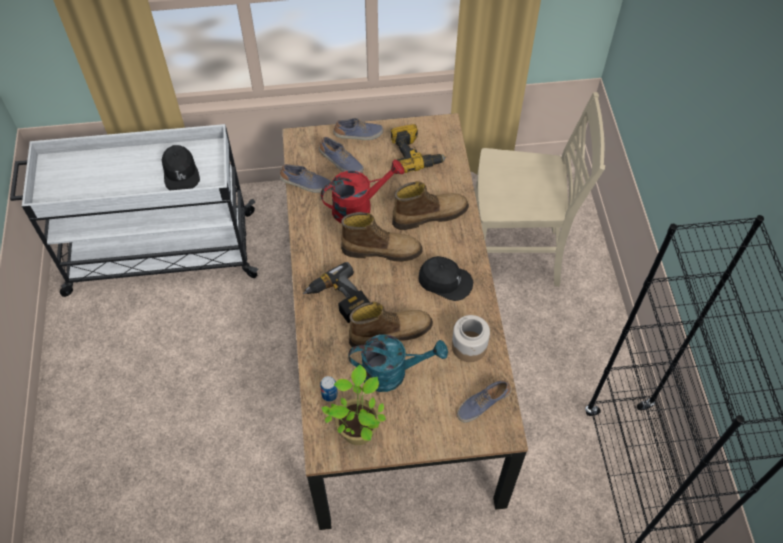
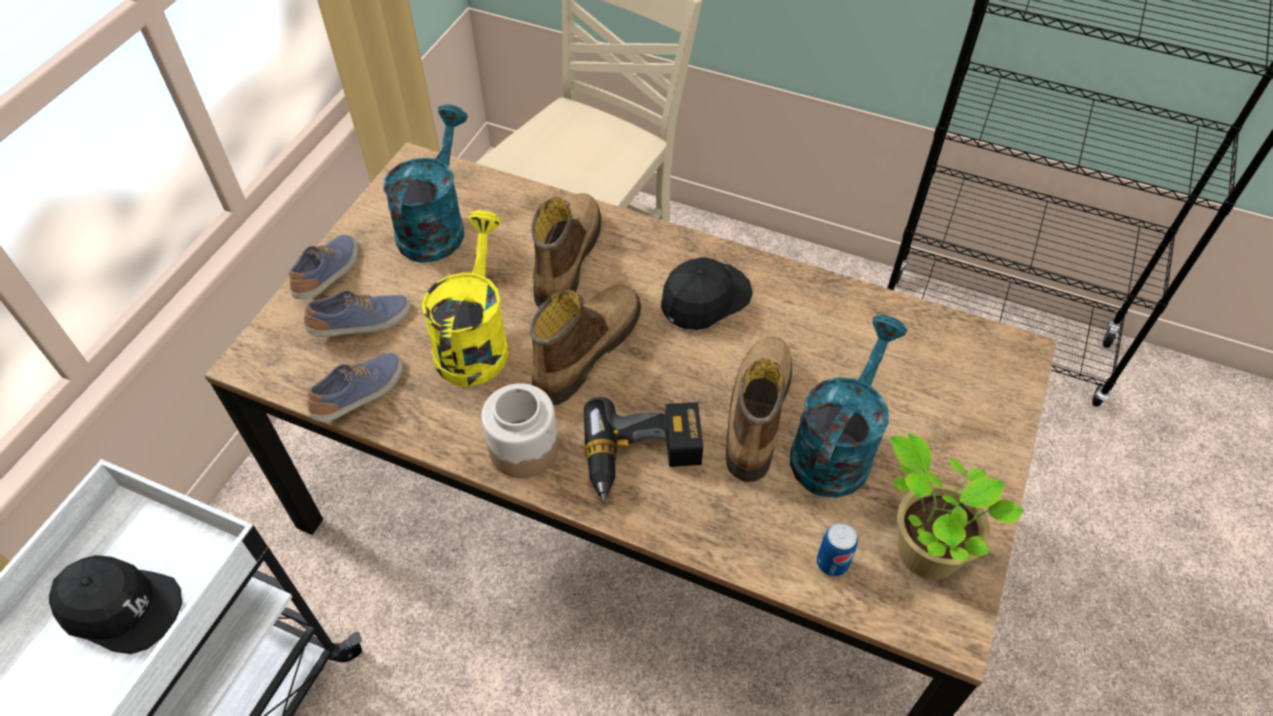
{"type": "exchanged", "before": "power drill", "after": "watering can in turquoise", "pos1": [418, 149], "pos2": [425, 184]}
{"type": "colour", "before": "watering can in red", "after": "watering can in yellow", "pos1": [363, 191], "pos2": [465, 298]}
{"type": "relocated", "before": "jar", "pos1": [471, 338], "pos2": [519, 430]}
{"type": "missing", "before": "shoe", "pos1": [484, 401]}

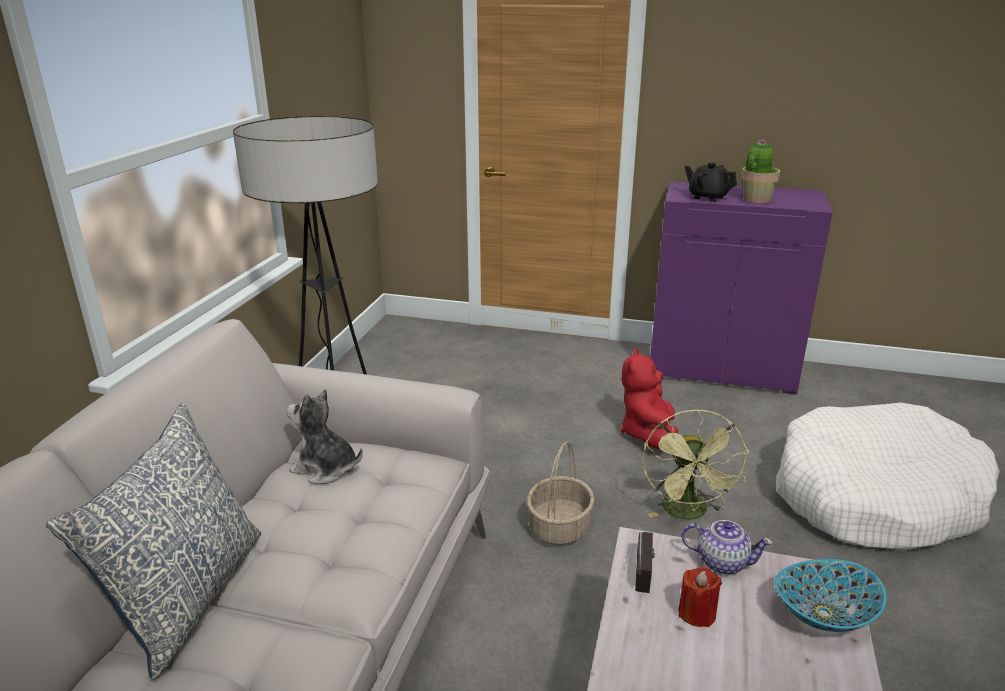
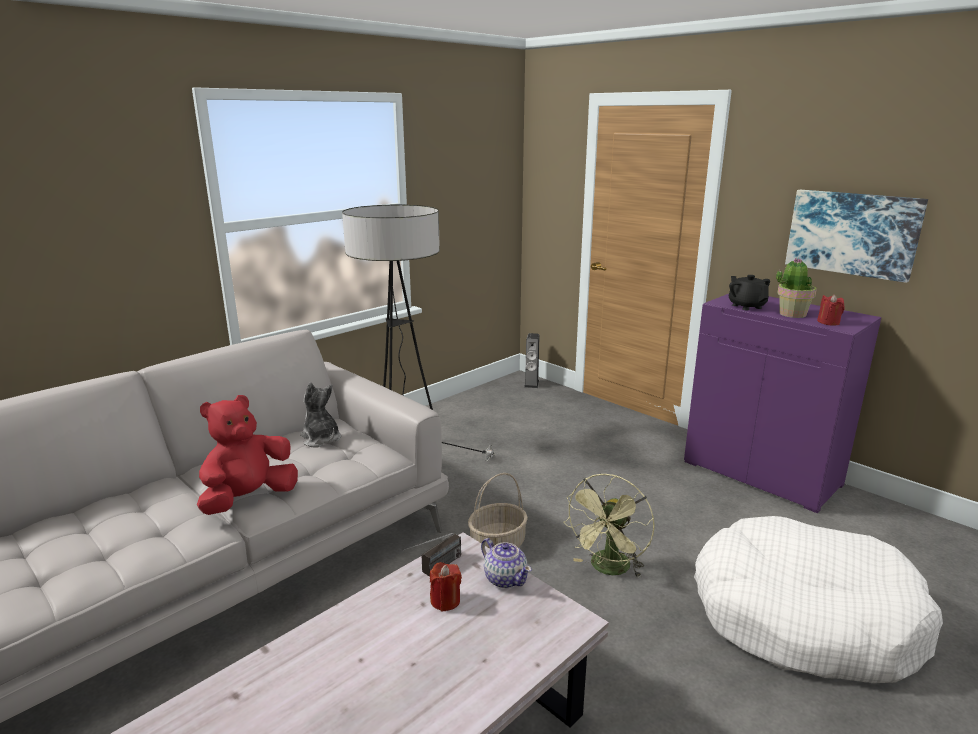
{"type": "relocated", "before": "plush toy in red", "pos1": [649, 399], "pos2": [247, 455]}
{"type": "missing", "before": "pillow", "pos1": [153, 542]}
{"type": "missing", "before": "bowl", "pos1": [830, 595]}
{"type": "appeared", "after": "picture", "pos2": [856, 236]}
{"type": "appeared", "after": "candle in red", "pos2": [831, 310]}
{"type": "appeared", "after": "speaker", "pos2": [532, 360]}

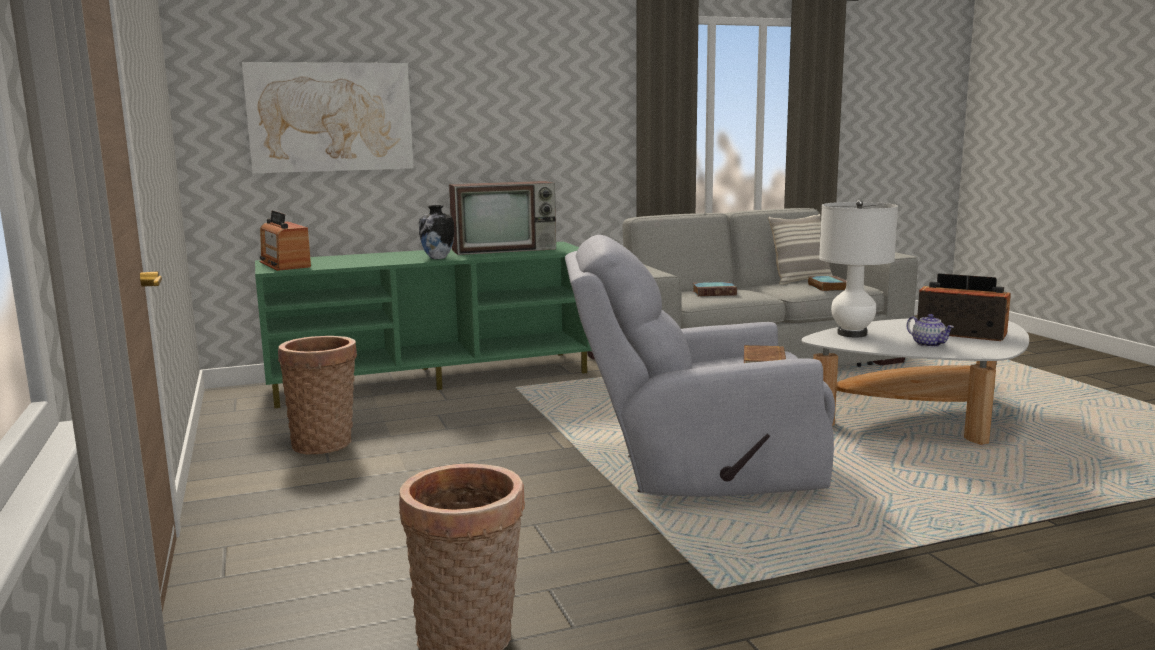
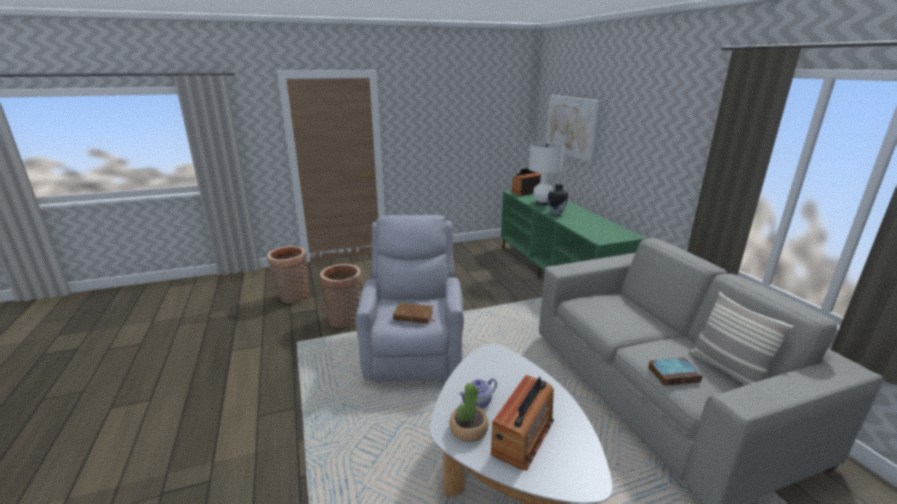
{"type": "missing", "before": "television", "pos1": [502, 218]}
{"type": "relocated", "before": "table lamp in white", "pos1": [858, 268], "pos2": [546, 173]}
{"type": "missing", "before": "book", "pos1": [715, 289]}
{"type": "relocated", "before": "basket", "pos1": [317, 395], "pos2": [340, 296]}
{"type": "appeared", "after": "potted plant", "pos2": [469, 412]}

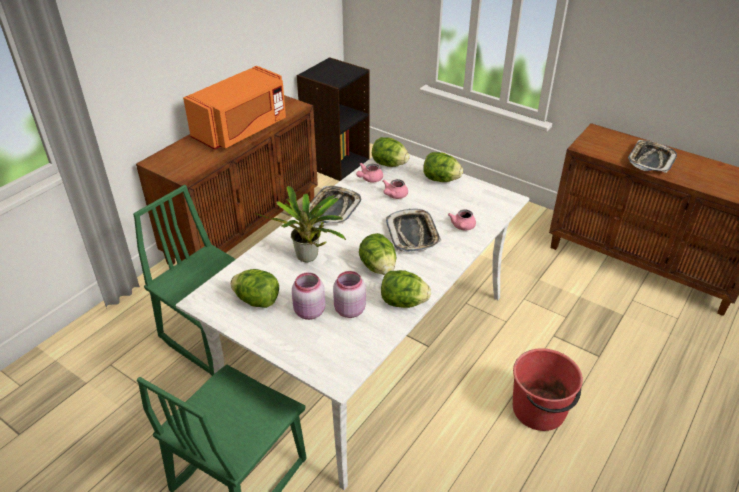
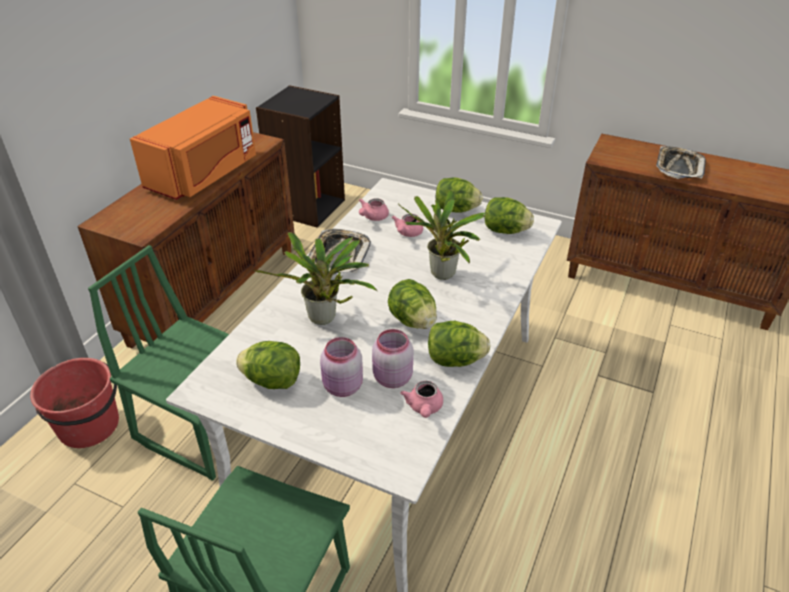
{"type": "relocated", "before": "lettuce", "pos1": [391, 152], "pos2": [509, 215]}
{"type": "exchanged", "before": "tray", "after": "potted plant", "pos1": [413, 230], "pos2": [442, 234]}
{"type": "relocated", "before": "teapot in pink", "pos1": [462, 219], "pos2": [421, 399]}
{"type": "relocated", "before": "bucket in red", "pos1": [548, 389], "pos2": [74, 403]}

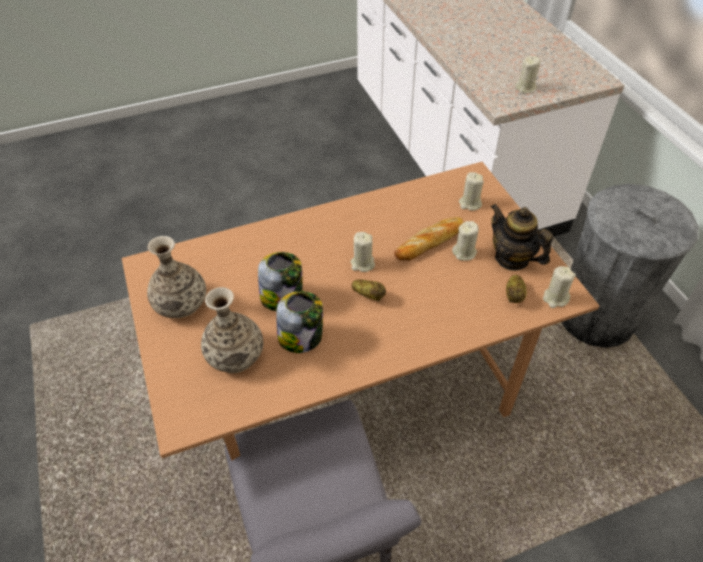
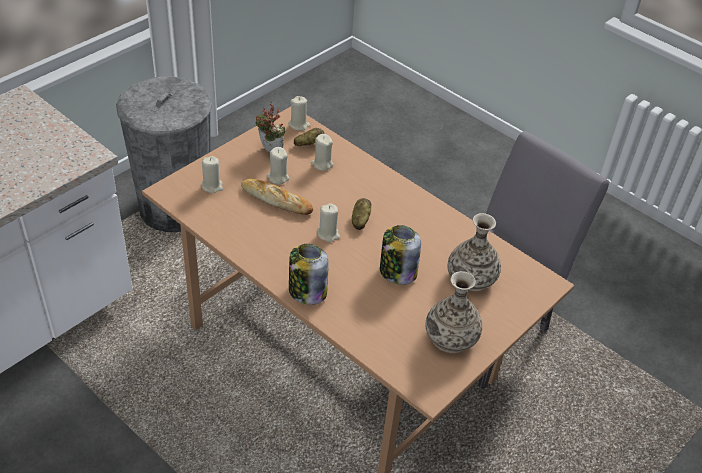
{"type": "relocated", "before": "candle in beige", "pos1": [527, 74], "pos2": [322, 152]}
{"type": "exchanged", "before": "teapot", "after": "potted plant", "pos1": [522, 237], "pos2": [270, 126]}
{"type": "relocated", "before": "jar", "pos1": [299, 322], "pos2": [309, 274]}

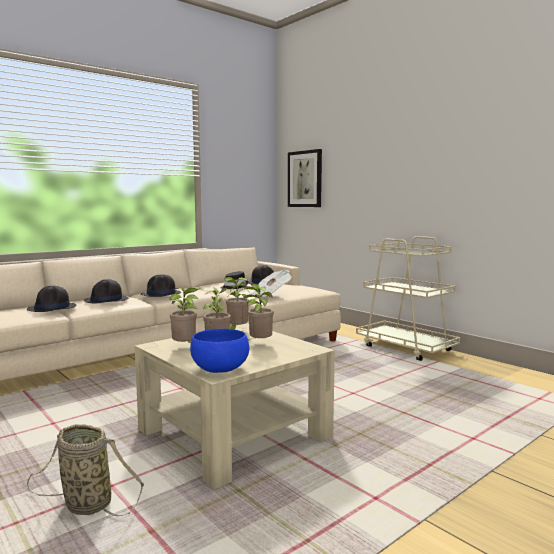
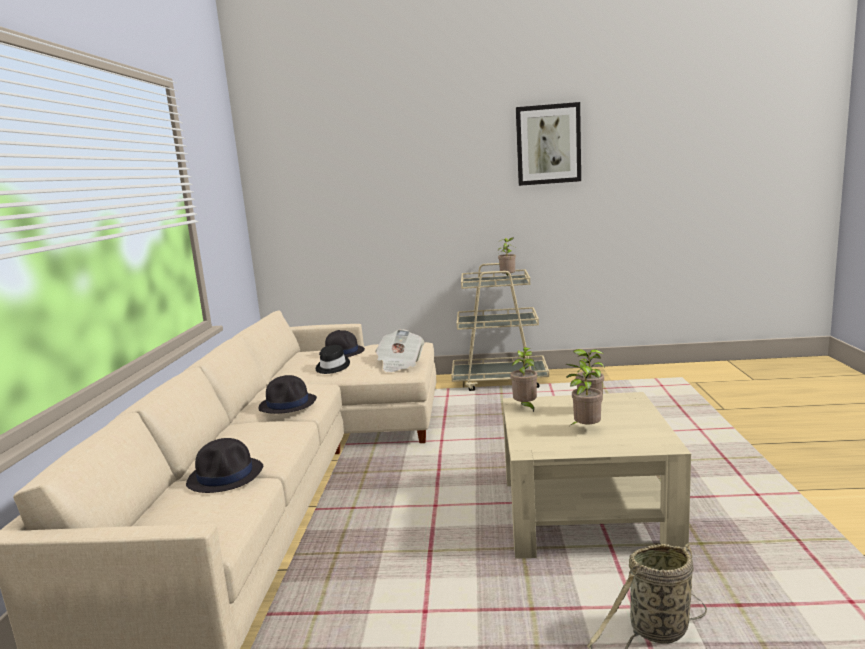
{"type": "relocated", "before": "picture", "pos1": [305, 178], "pos2": [548, 144]}
{"type": "missing", "before": "hat in black", "pos1": [106, 291]}
{"type": "relocated", "before": "potted plant", "pos1": [184, 314], "pos2": [507, 256]}
{"type": "missing", "before": "bowl in blue", "pos1": [219, 351]}

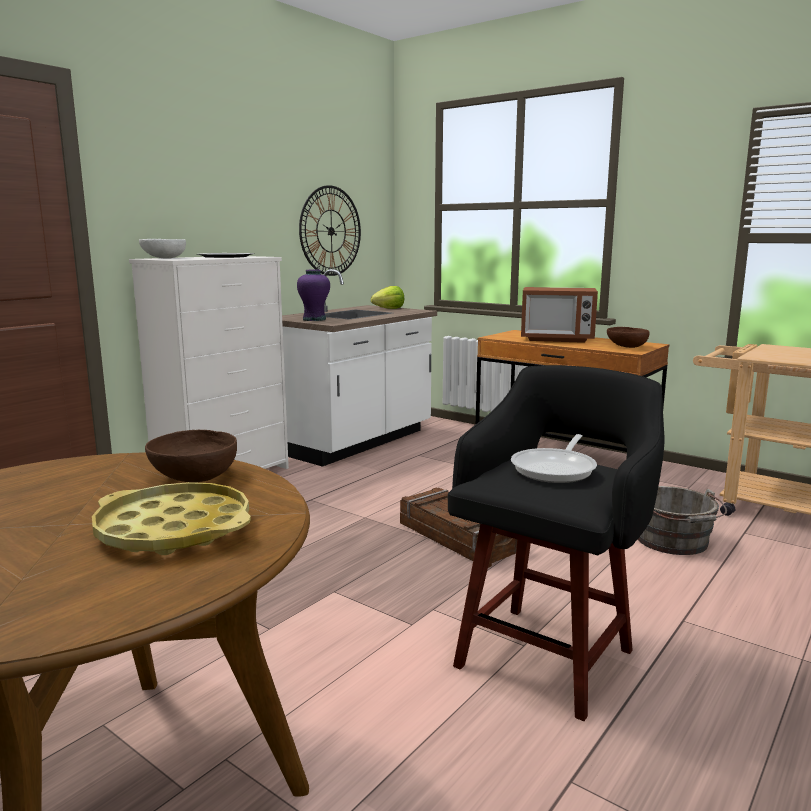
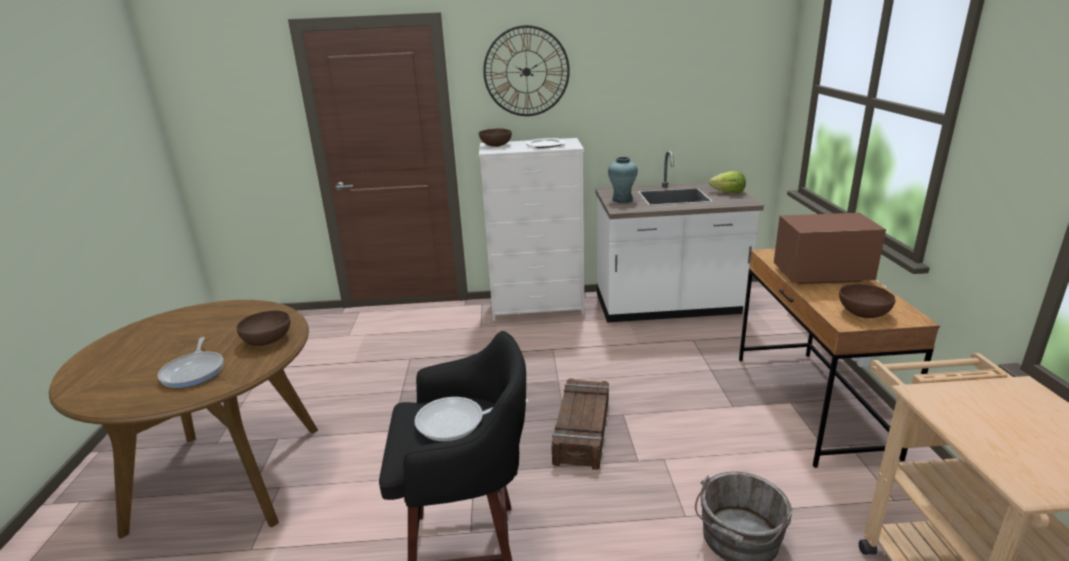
{"type": "relocated", "before": "wall clock", "pos1": [330, 230], "pos2": [526, 70]}
{"type": "colour", "before": "bowl in white", "after": "bowl in brown", "pos1": [162, 249], "pos2": [495, 137]}
{"type": "colour", "before": "vase in purple", "after": "vase in turquoise", "pos1": [313, 295], "pos2": [623, 179]}
{"type": "spun", "before": "microwave", "pos1": [559, 315], "pos2": [830, 248], "turn": 120}
{"type": "exchanged", "before": "tray in yellow", "after": "frying pan", "pos1": [171, 518], "pos2": [190, 362]}

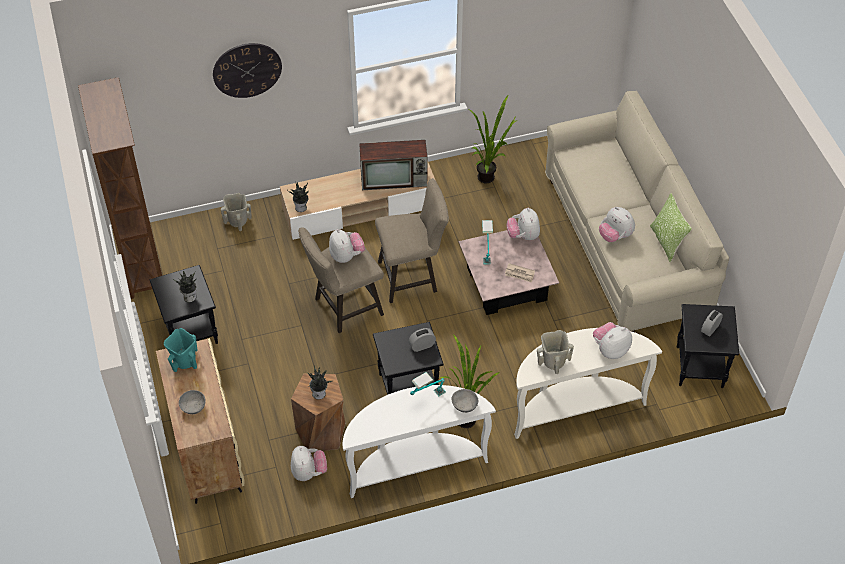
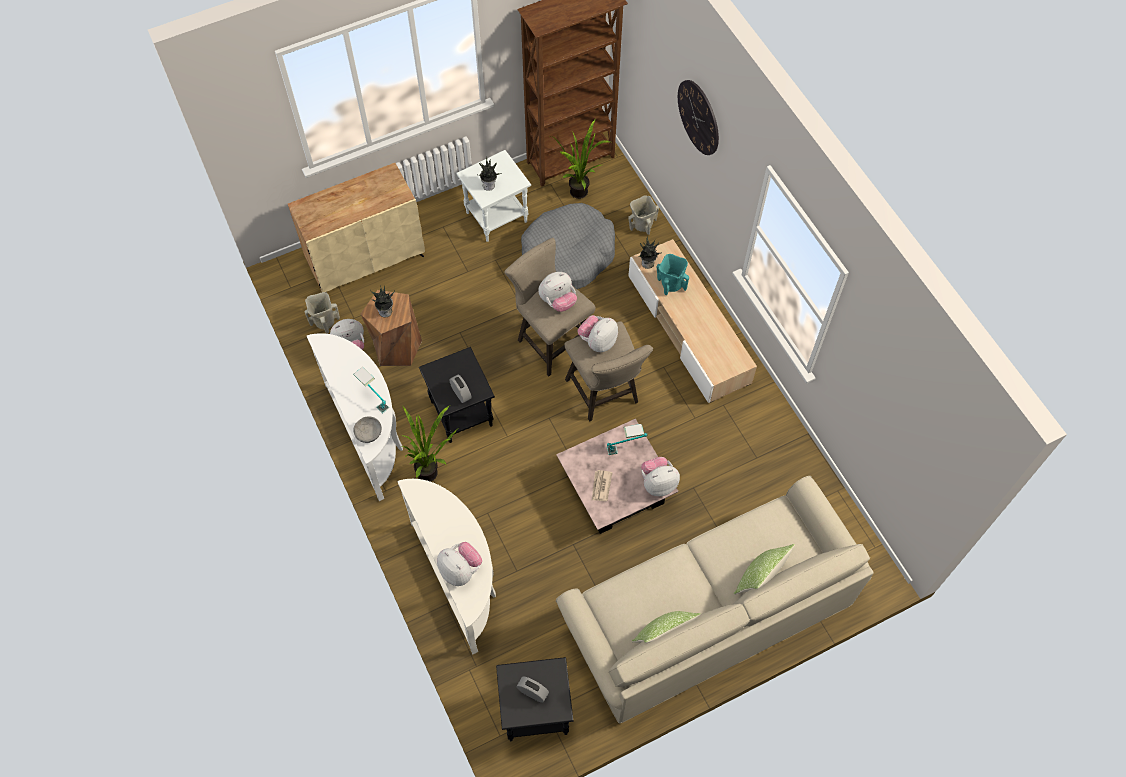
{"type": "relocated", "before": "potted plant", "pos1": [493, 139], "pos2": [580, 159]}
{"type": "missing", "before": "television", "pos1": [393, 165]}
{"type": "relocated", "before": "plush toy", "pos1": [617, 224], "pos2": [597, 333]}
{"type": "colour", "before": "side table in black", "after": "side table in white", "pos1": [184, 304], "pos2": [493, 196]}
{"type": "relocated", "before": "vase in turquoise", "pos1": [181, 350], "pos2": [673, 274]}
{"type": "relocated", "before": "vase in beige", "pos1": [555, 352], "pos2": [322, 313]}
{"type": "missing", "before": "bowl in grey", "pos1": [192, 402]}
{"type": "appeared", "after": "dog bed in grey", "pos2": [568, 246]}
{"type": "appeared", "after": "pillow", "pos2": [764, 569]}

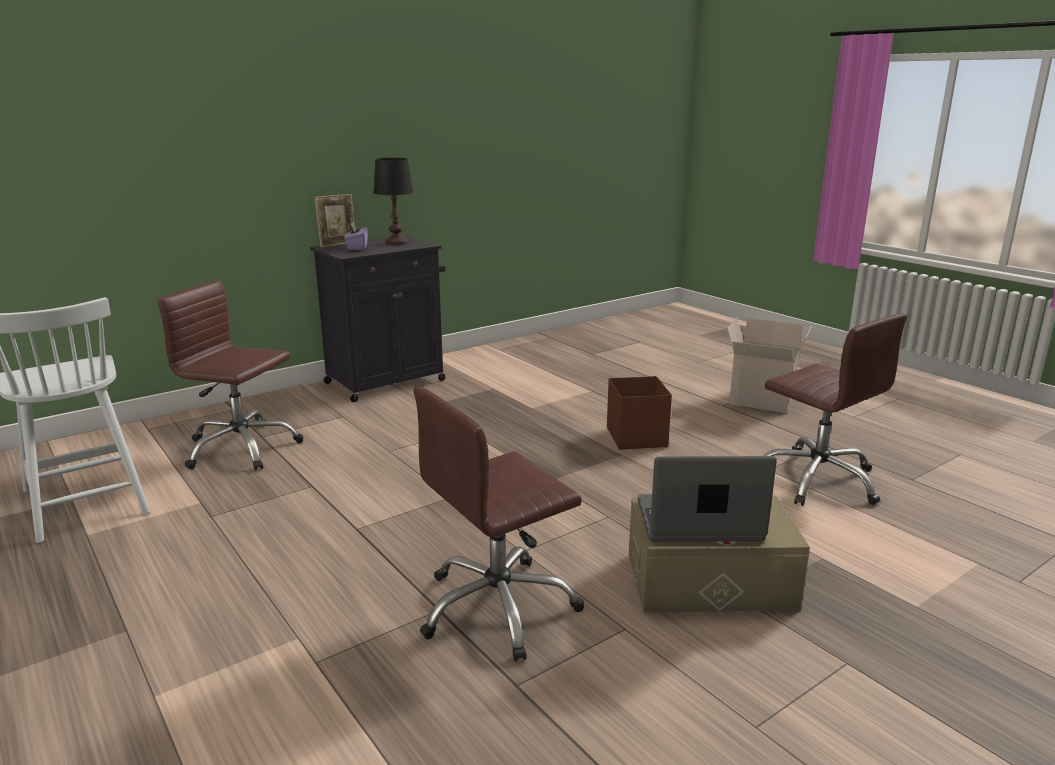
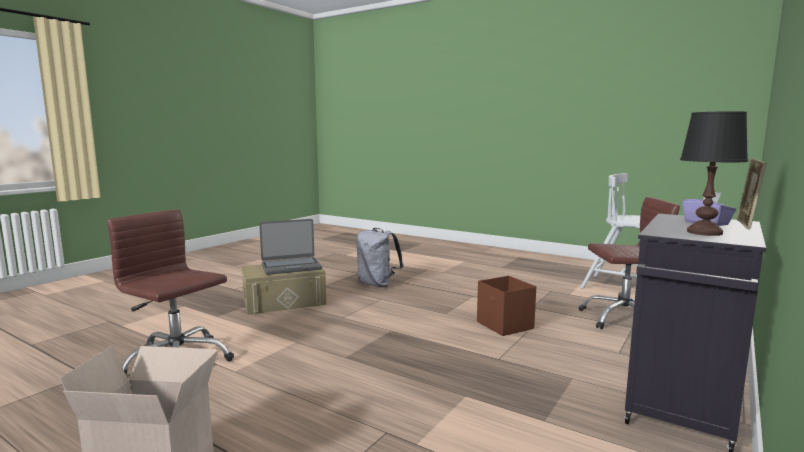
{"type": "relocated", "before": "storage box in brown", "pos1": [639, 413], "pos2": [506, 306]}
{"type": "exchanged", "before": "office chair in brown", "after": "backpack in grey", "pos1": [499, 524], "pos2": [379, 257]}

